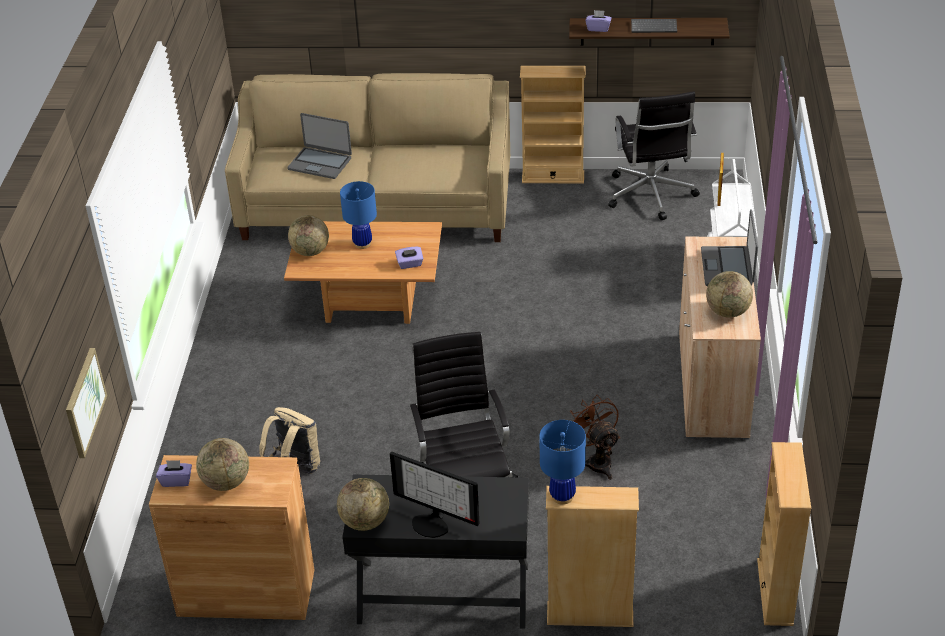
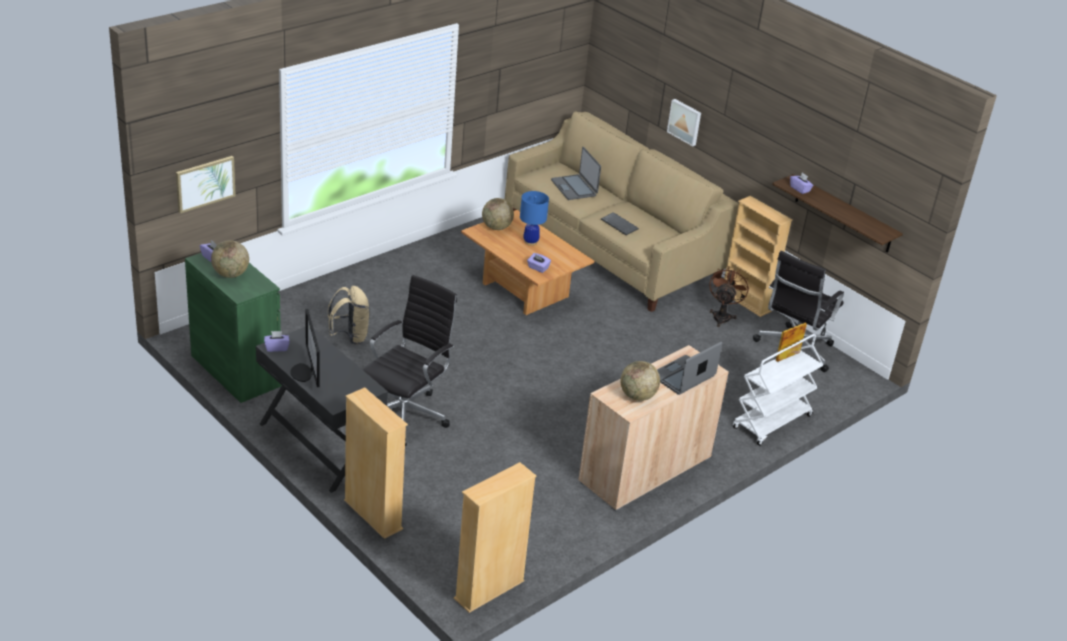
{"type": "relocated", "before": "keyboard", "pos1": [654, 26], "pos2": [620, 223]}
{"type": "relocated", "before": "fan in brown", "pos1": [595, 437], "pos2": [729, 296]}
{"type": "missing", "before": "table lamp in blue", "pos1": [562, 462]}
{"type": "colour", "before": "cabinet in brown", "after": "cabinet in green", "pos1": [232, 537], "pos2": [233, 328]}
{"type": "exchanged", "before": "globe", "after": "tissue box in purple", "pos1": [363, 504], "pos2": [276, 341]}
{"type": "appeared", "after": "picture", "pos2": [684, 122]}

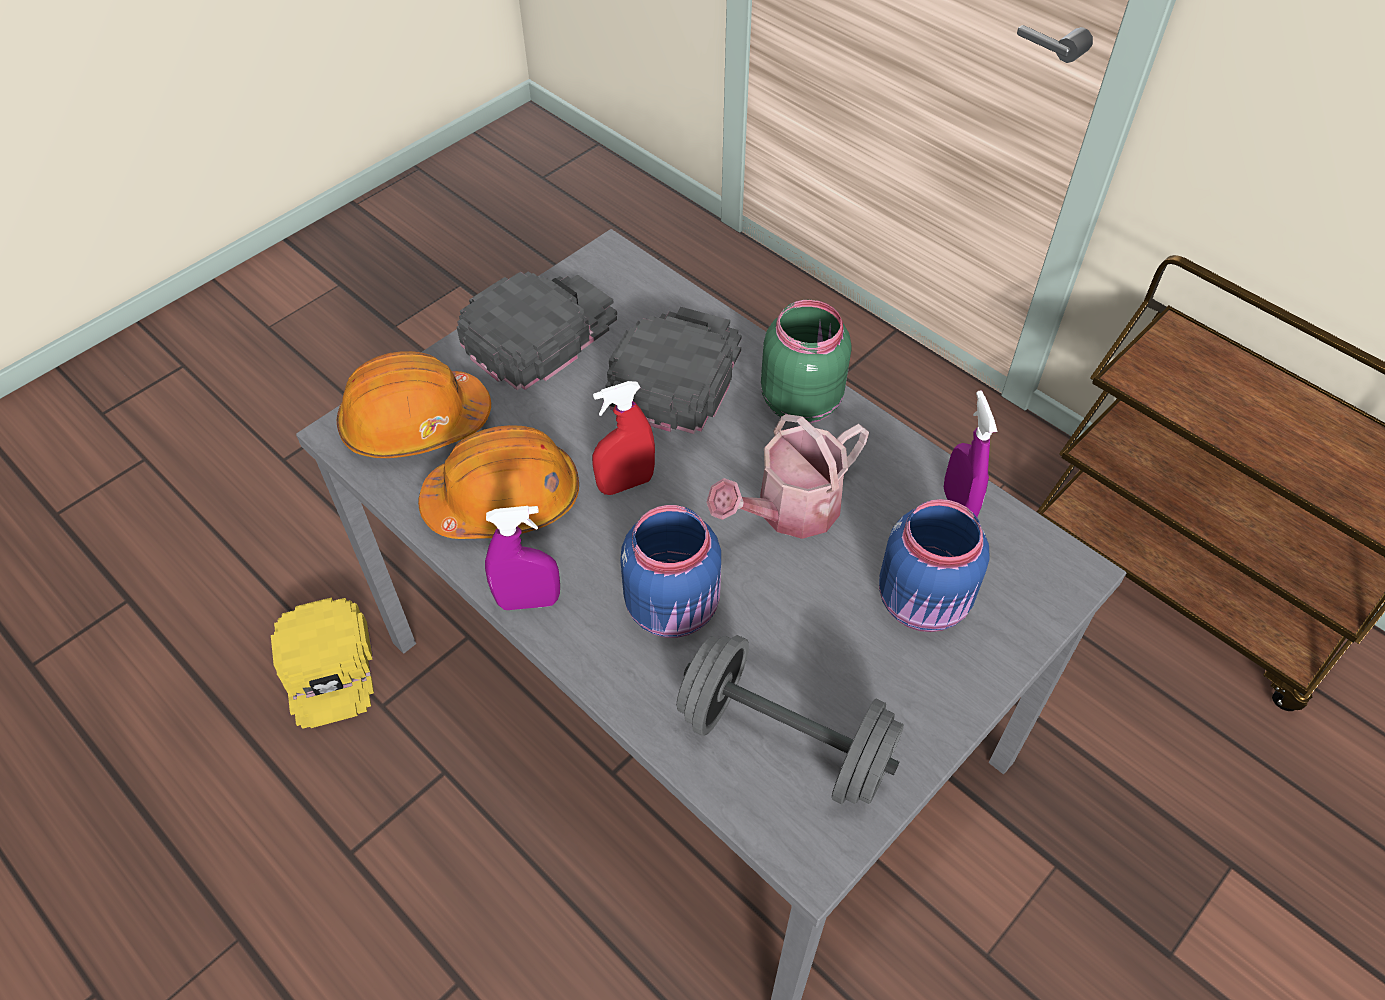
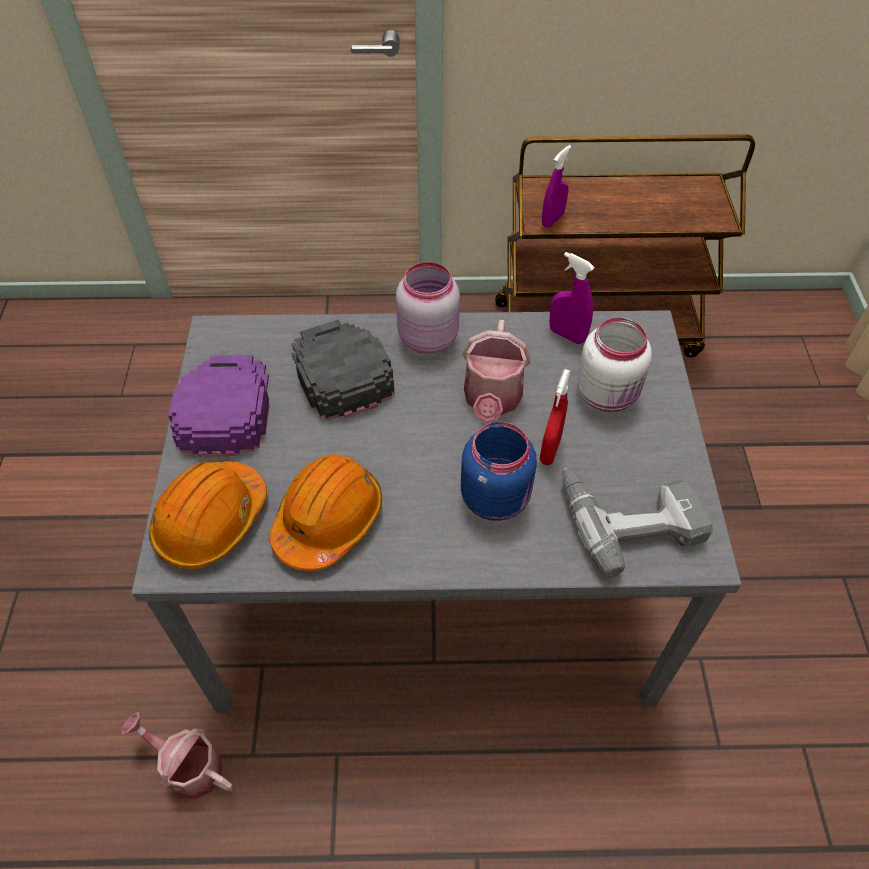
{"type": "colour", "before": "cap in black", "after": "cap in purple", "pos1": [537, 330], "pos2": [218, 406]}
{"type": "colour", "before": "jar in green", "after": "jar in pink", "pos1": [806, 361], "pos2": [428, 308]}
{"type": "relocated", "before": "spray bottle in red", "pos1": [623, 438], "pos2": [555, 417]}
{"type": "colour", "before": "jar in blue", "after": "jar in white", "pos1": [934, 565], "pos2": [614, 364]}
{"type": "relocated", "before": "spray bottle in purple", "pos1": [522, 558], "pos2": [556, 186]}
{"type": "exchanged", "before": "cap in yellow", "after": "watering can", "pos1": [322, 663], "pos2": [177, 755]}
{"type": "exchanged", "before": "dumbbell in grey", "after": "power drill", "pos1": [790, 719], "pos2": [637, 522]}

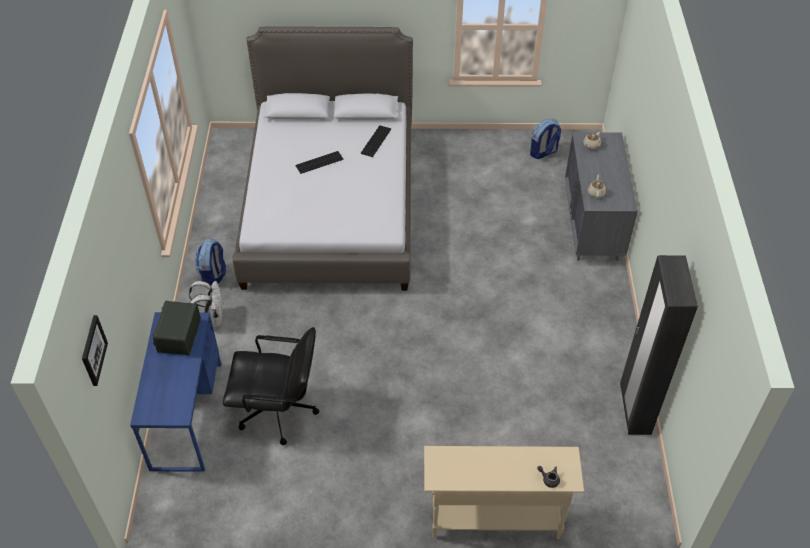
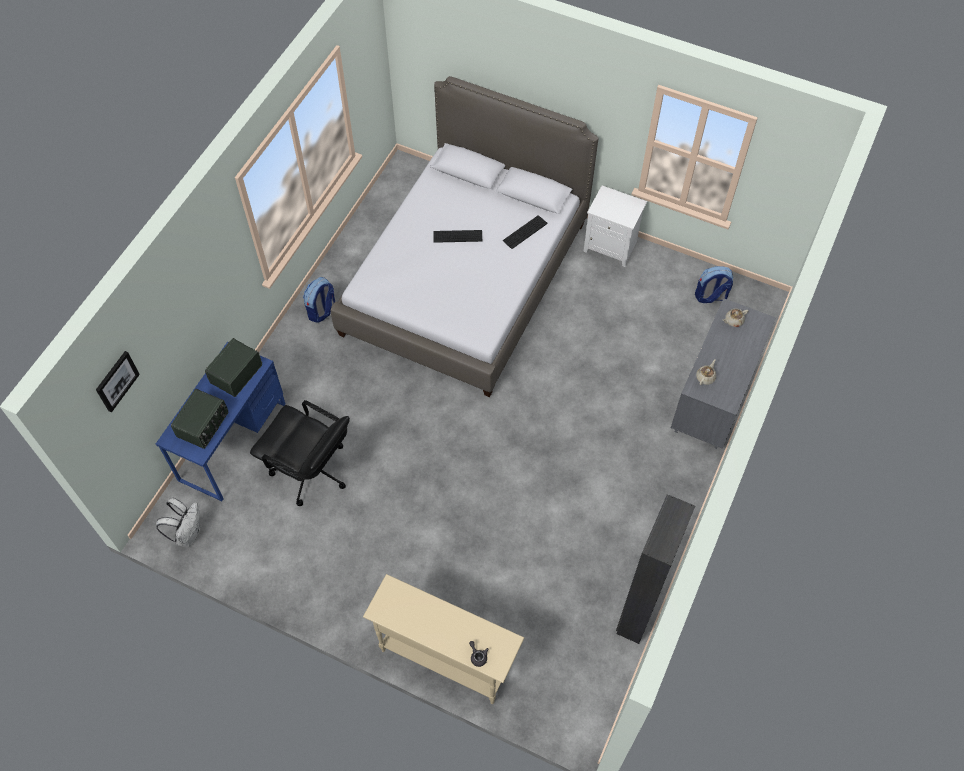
{"type": "relocated", "before": "backpack in white", "pos1": [206, 304], "pos2": [178, 522]}
{"type": "appeared", "after": "nightstand in white", "pos2": [615, 226]}
{"type": "appeared", "after": "radio", "pos2": [199, 419]}

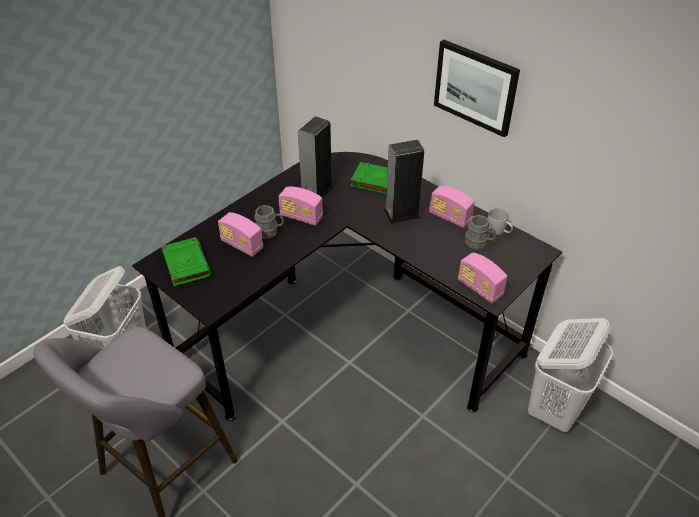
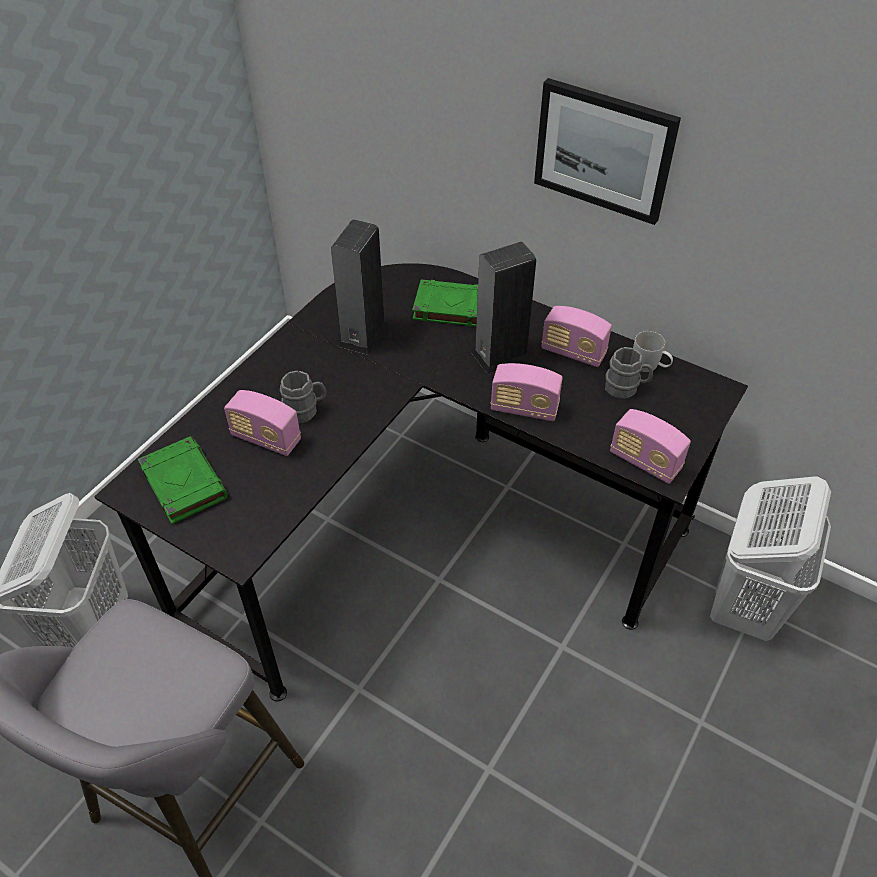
{"type": "relocated", "before": "radio", "pos1": [300, 206], "pos2": [527, 392]}

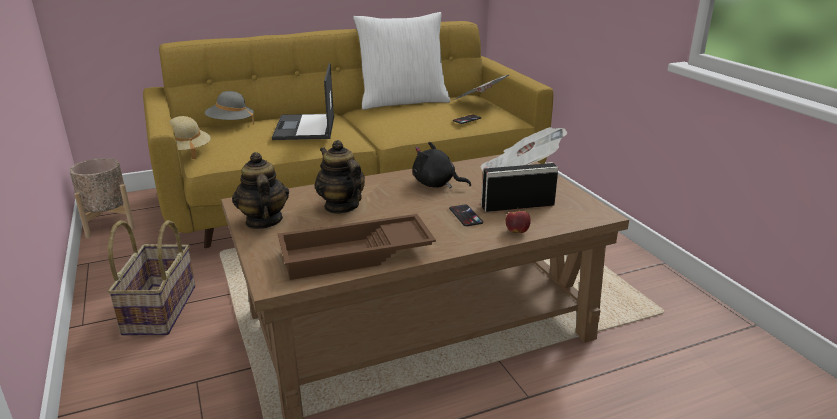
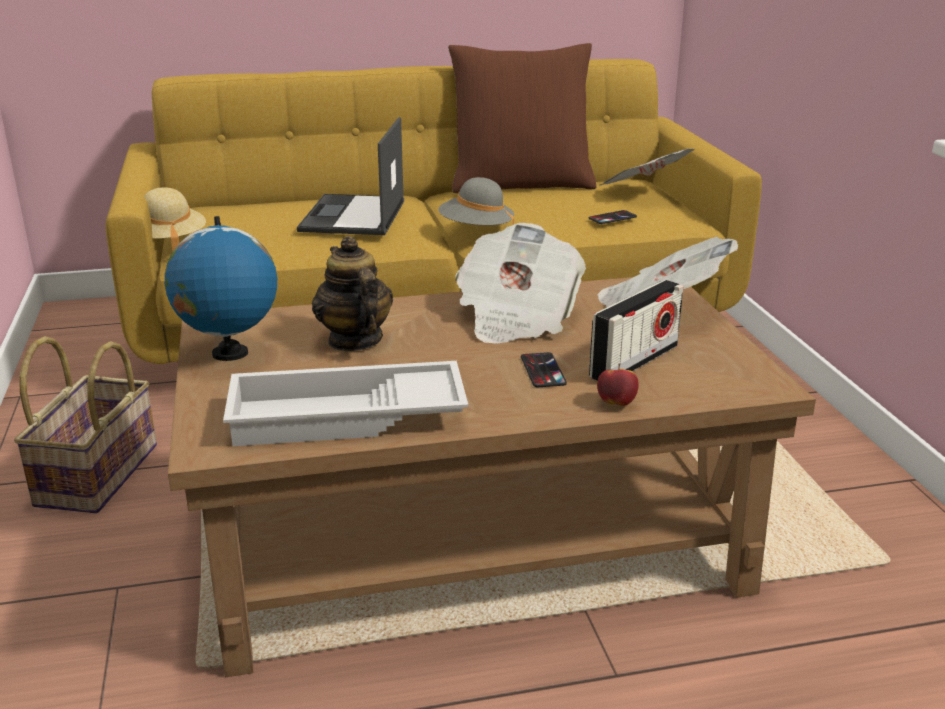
{"type": "colour", "before": "pillow in white", "after": "pillow in brown", "pos1": [401, 61], "pos2": [522, 118]}
{"type": "relocated", "before": "hat in grey", "pos1": [229, 108], "pos2": [476, 201]}
{"type": "exchanged", "before": "plush toy in black", "after": "newspaper", "pos1": [441, 165], "pos2": [520, 283]}
{"type": "exchanged", "before": "teapot", "after": "globe", "pos1": [260, 190], "pos2": [221, 288]}
{"type": "missing", "before": "planter in beige", "pos1": [102, 198]}
{"type": "spun", "before": "radio", "pos1": [519, 187], "pos2": [636, 330], "turn": 135}
{"type": "colour", "before": "tray in brown", "after": "tray in white", "pos1": [357, 247], "pos2": [345, 403]}

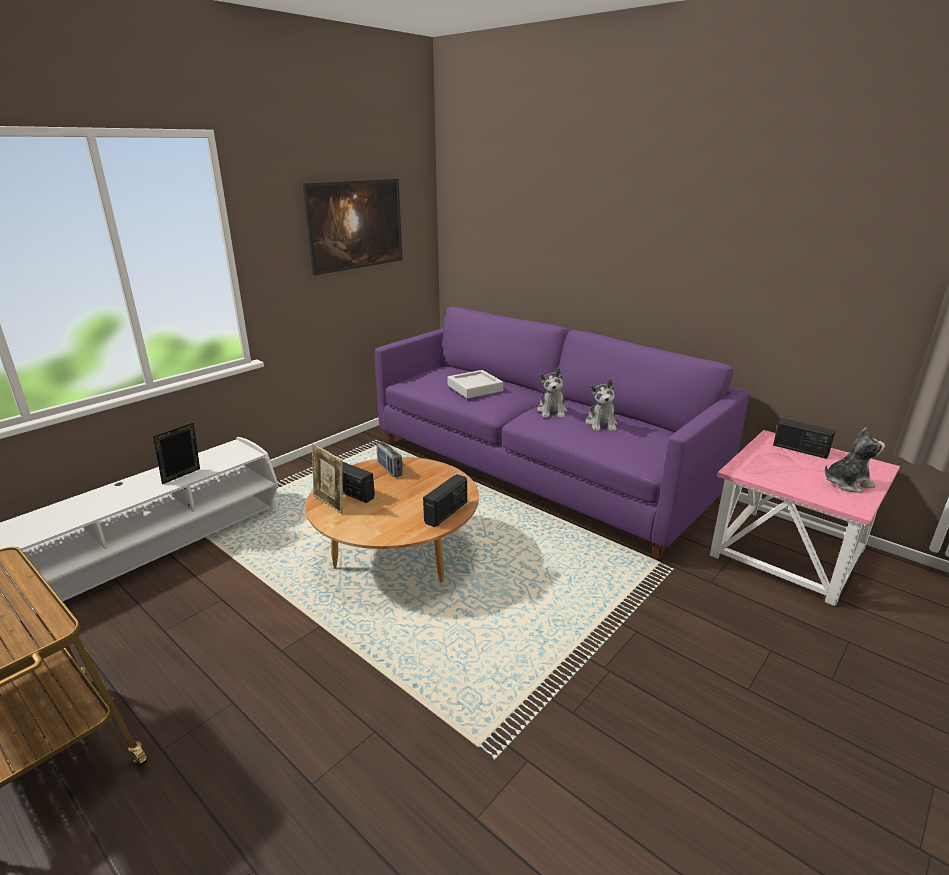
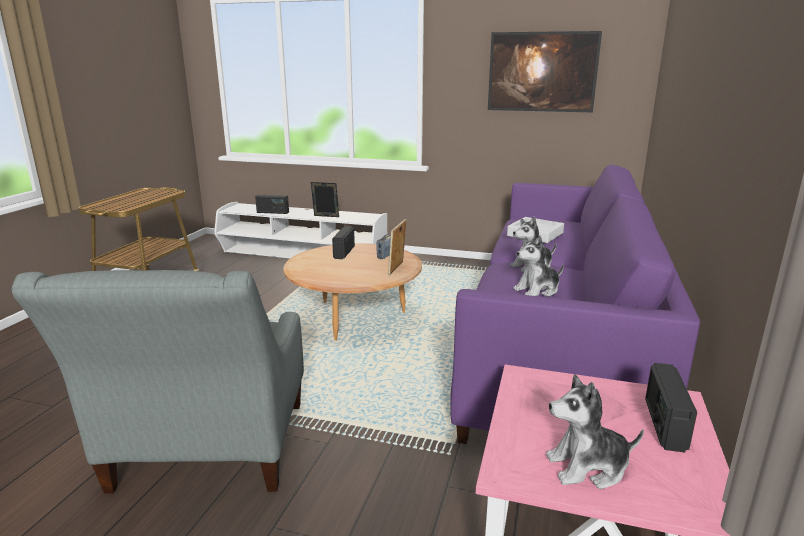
{"type": "spun", "before": "plush toy", "pos1": [855, 460], "pos2": [595, 431], "turn": 120}
{"type": "relocated", "before": "picture frame", "pos1": [327, 478], "pos2": [397, 247]}
{"type": "relocated", "before": "radio", "pos1": [445, 500], "pos2": [272, 204]}
{"type": "appeared", "after": "armchair in grey", "pos2": [158, 381]}

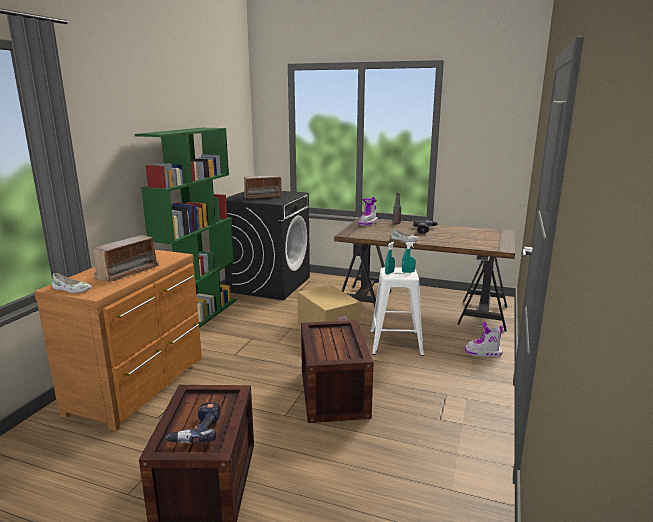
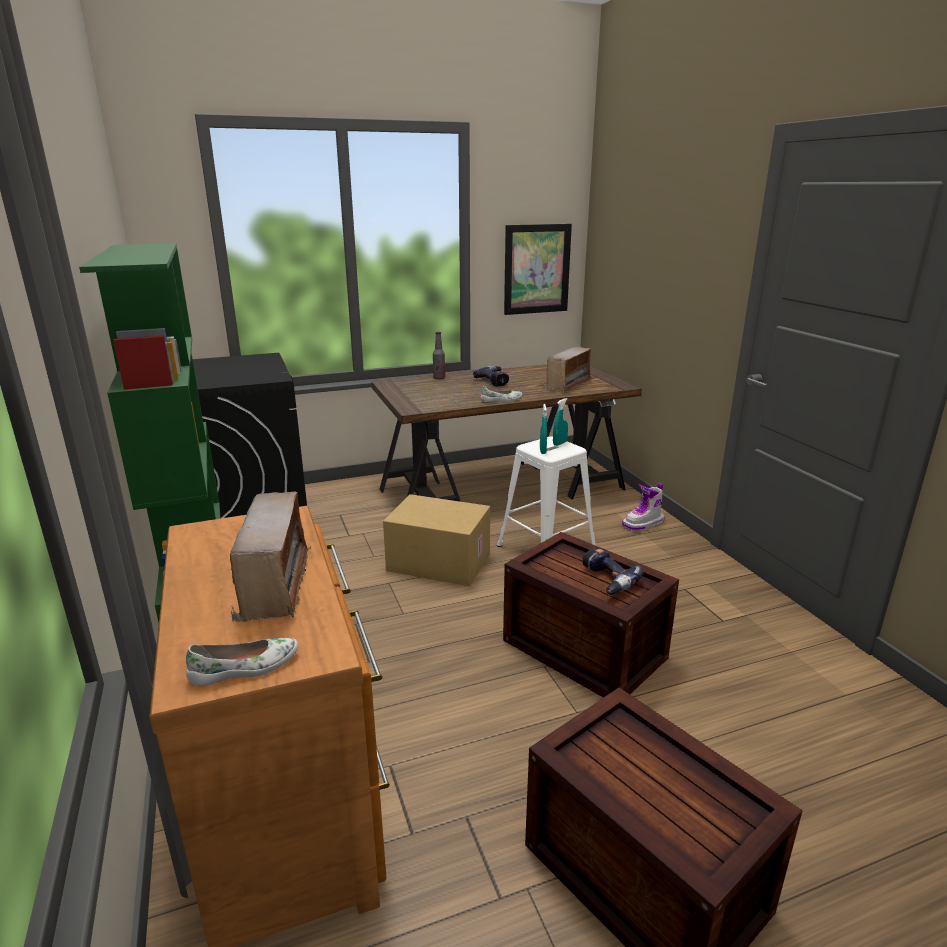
{"type": "relocated", "before": "radio", "pos1": [263, 187], "pos2": [567, 369]}
{"type": "missing", "before": "boot", "pos1": [368, 211]}
{"type": "relocated", "before": "power drill", "pos1": [193, 422], "pos2": [613, 571]}
{"type": "appeared", "after": "picture", "pos2": [538, 269]}

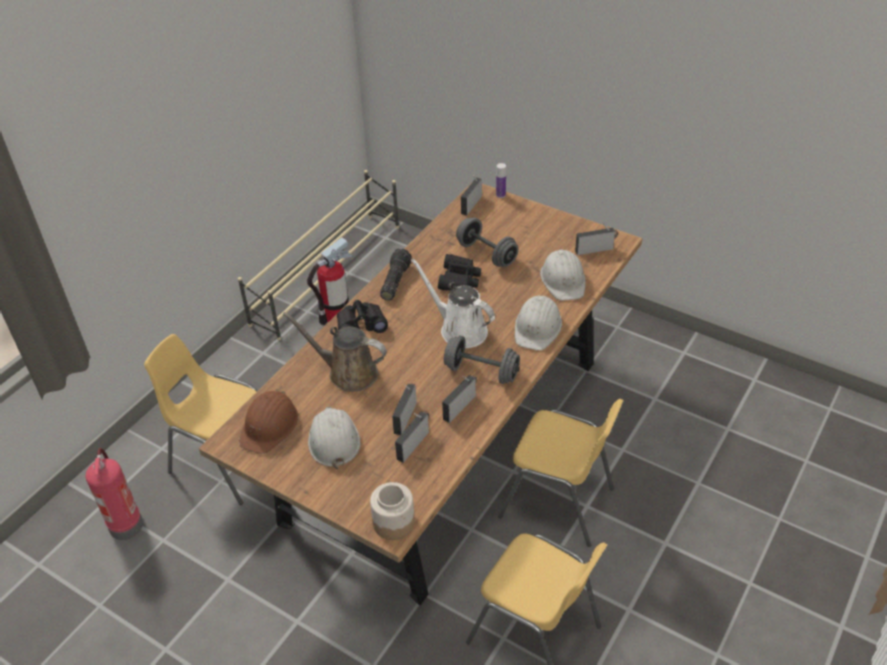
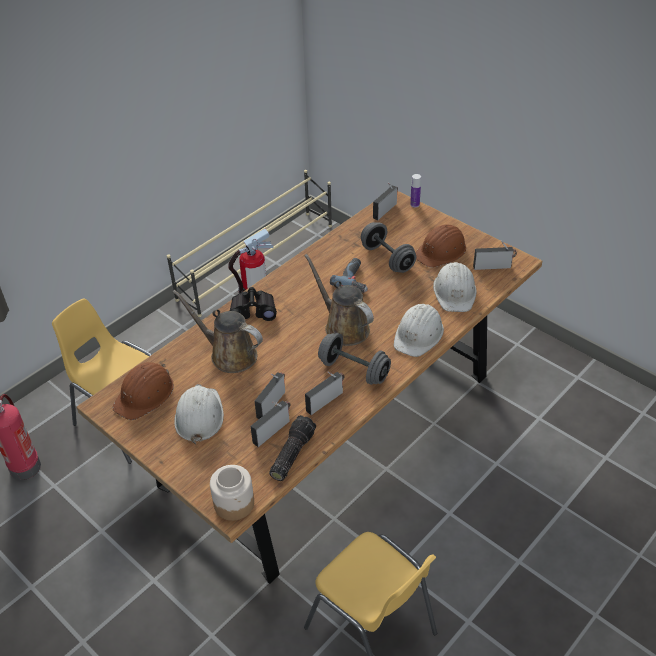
{"type": "relocated", "before": "flashlight", "pos1": [396, 274], "pos2": [292, 448]}
{"type": "exchanged", "before": "binoculars in black", "after": "power drill", "pos1": [459, 272], "pos2": [349, 275]}
{"type": "colour", "before": "watering can in white", "after": "watering can in brown", "pos1": [453, 303], "pos2": [339, 300]}
{"type": "missing", "before": "chair in yellow", "pos1": [560, 473]}
{"type": "appeared", "after": "hard hat in brown", "pos2": [440, 245]}

